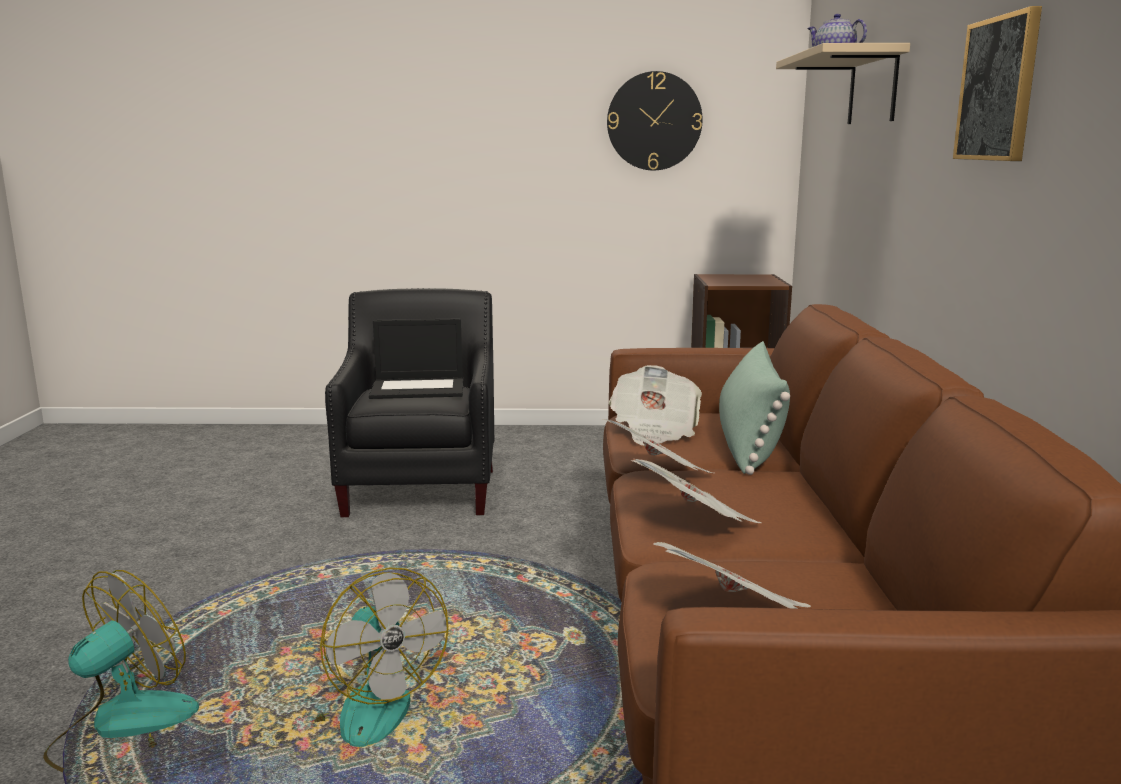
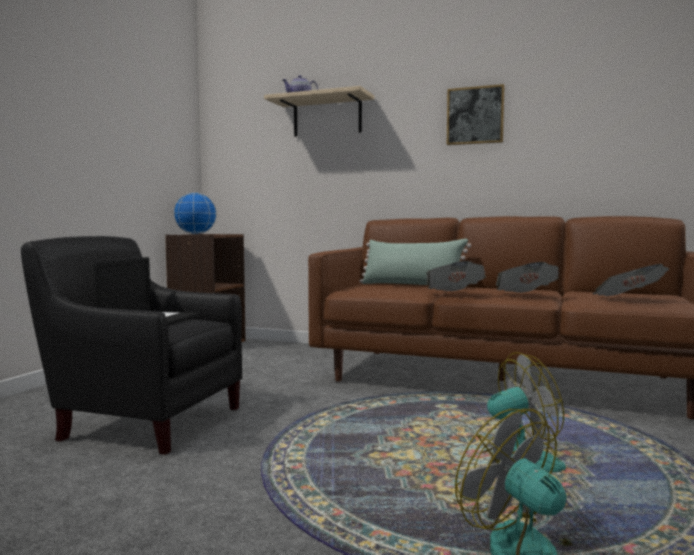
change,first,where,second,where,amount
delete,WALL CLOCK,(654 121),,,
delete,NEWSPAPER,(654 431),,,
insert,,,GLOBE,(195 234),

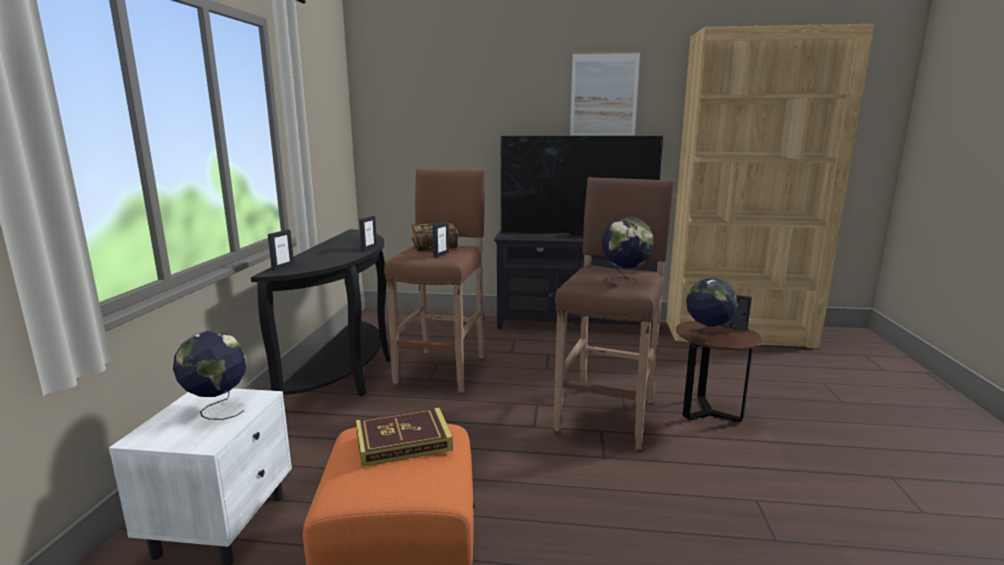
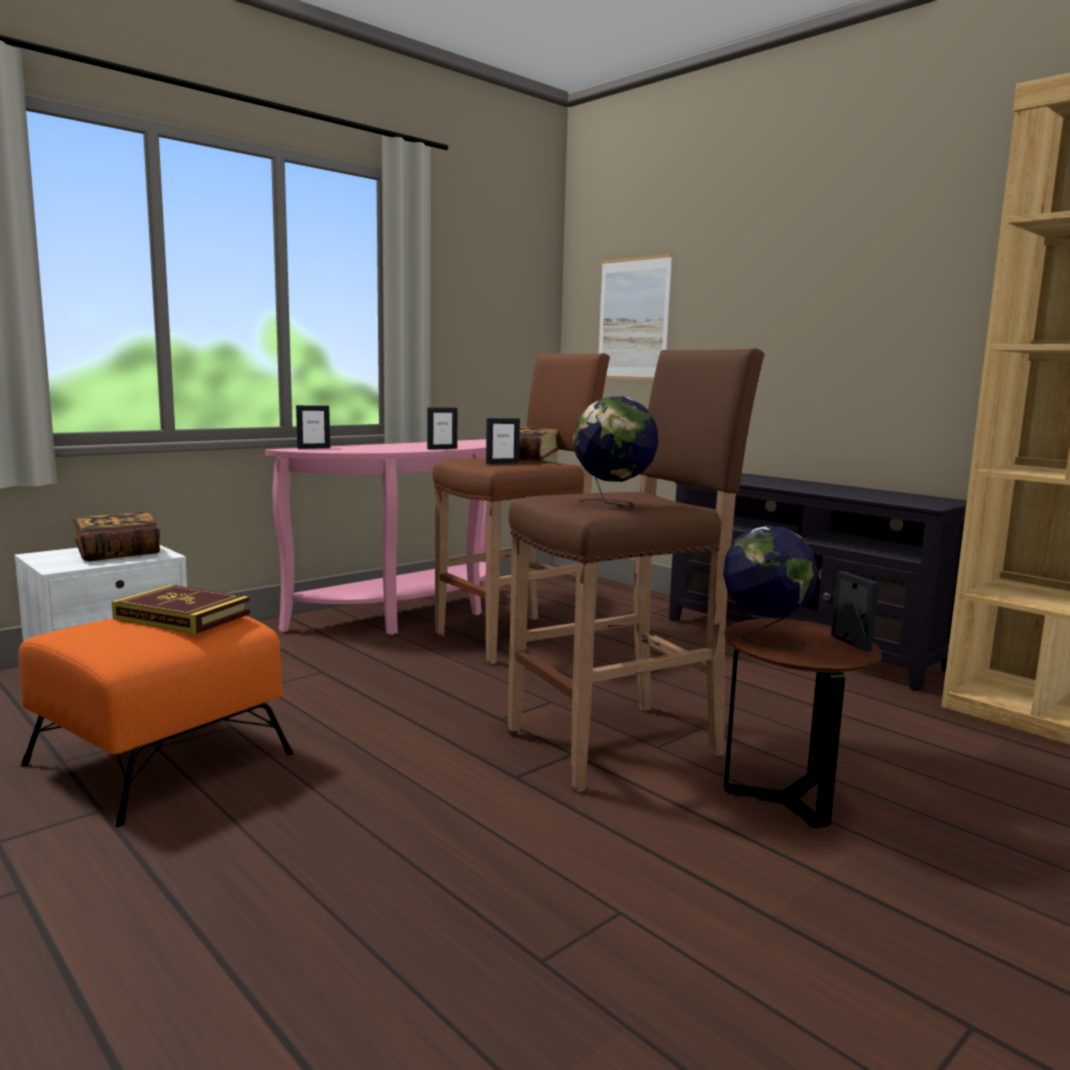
change,first,where,second,where,amount
move,PICTURE,(603 97),,(633 319),
delete,TELEVISION,(577 236),,,
recolor,BLACK CONSOLE TABLE,(347 375),PINK CONSOLE TABLE,(412 615),
replace,GLOBE,(217 409),BOOK,(118 554),

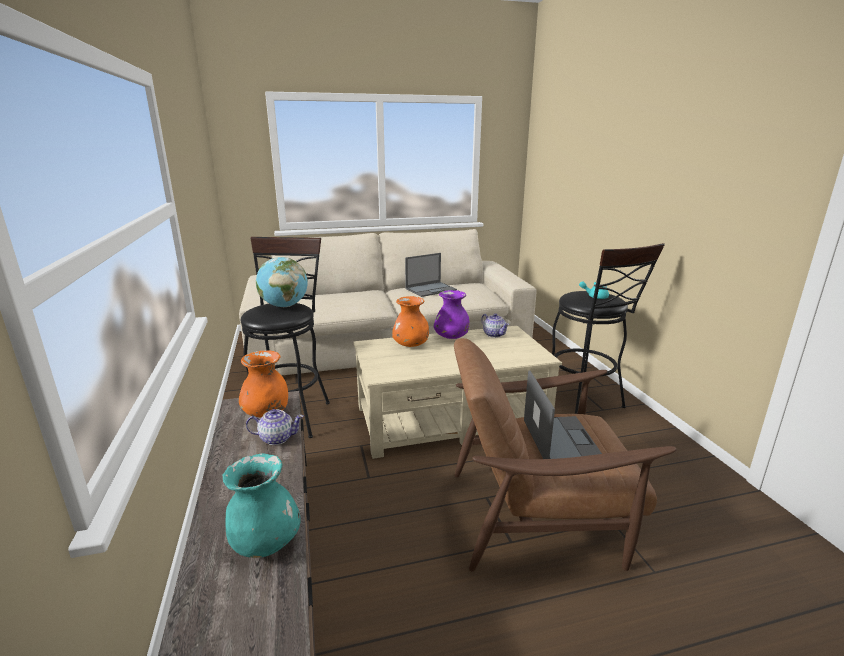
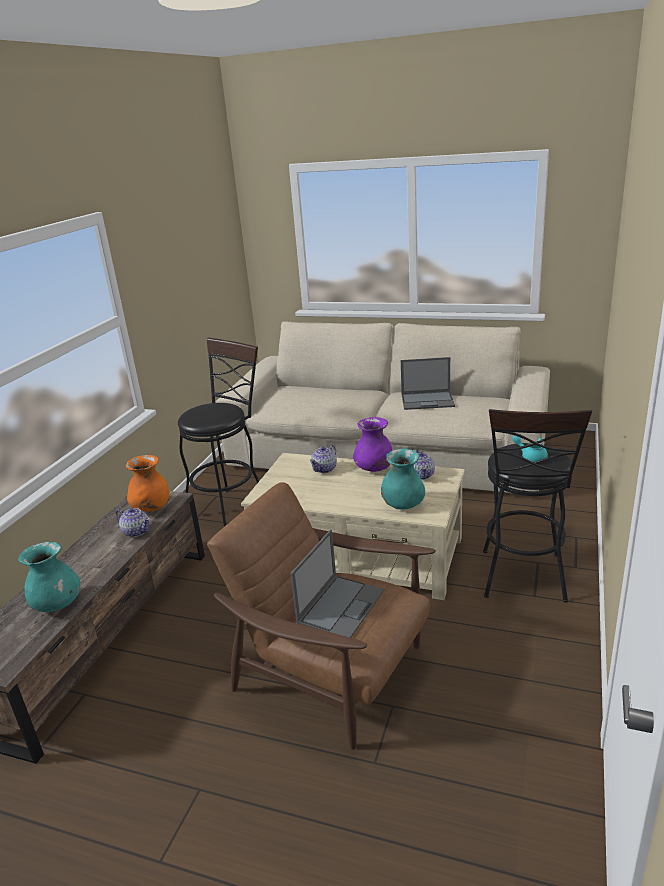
change,first,where,second,where,amount
delete,GLOBE,(284 306),,,
replace,ORANGE VASE,(410 345),TEAPOT,(325 469),
insert,,,TURQUOISE VASE,(403 504),

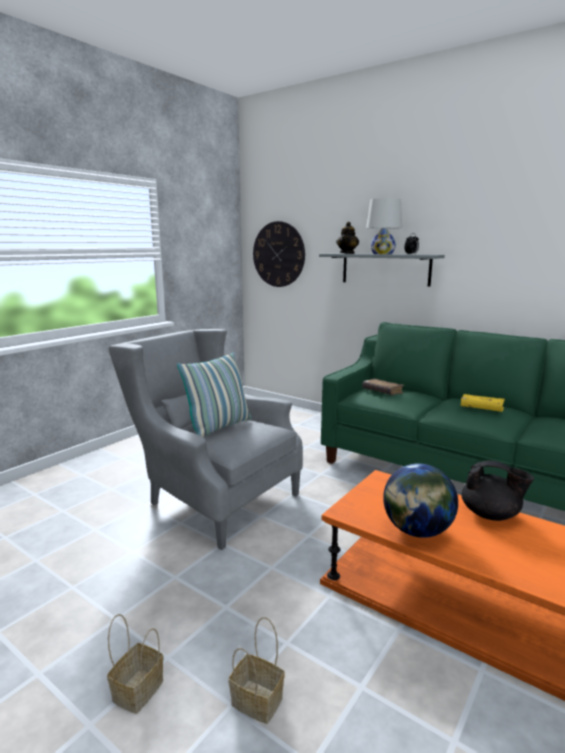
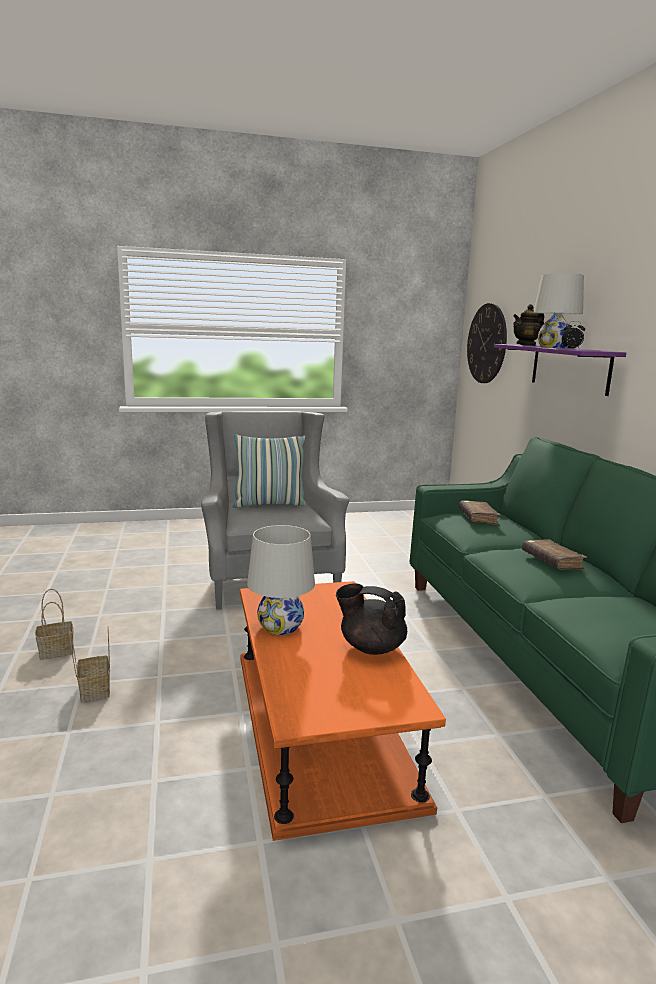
change,first,where,second,where,amount
recolor,GREY SHELF,(385 269),PURPLE SHELF,(569 368),
recolor,YELLOW BOOK,(481 408),BROWN BOOK,(552 562),
rotate,BLACK TEAPOT,(491 515),,(371 647),135 degrees clockwise
replace,GLOBE,(417 531),WHITE TABLE LAMP,(280 626),

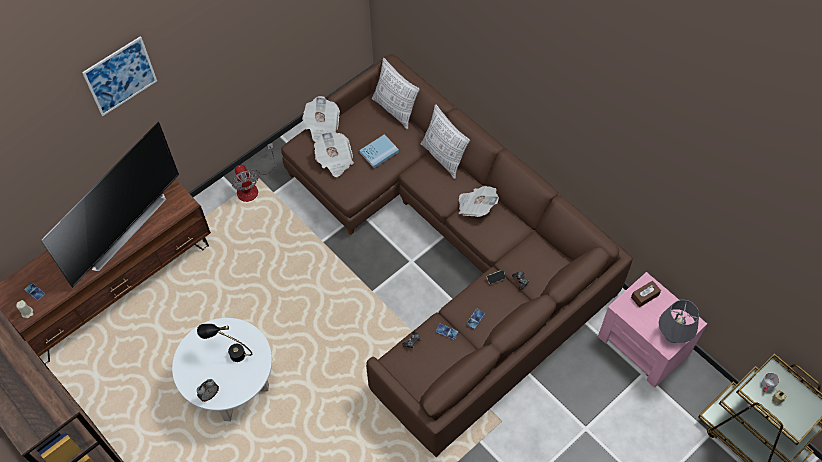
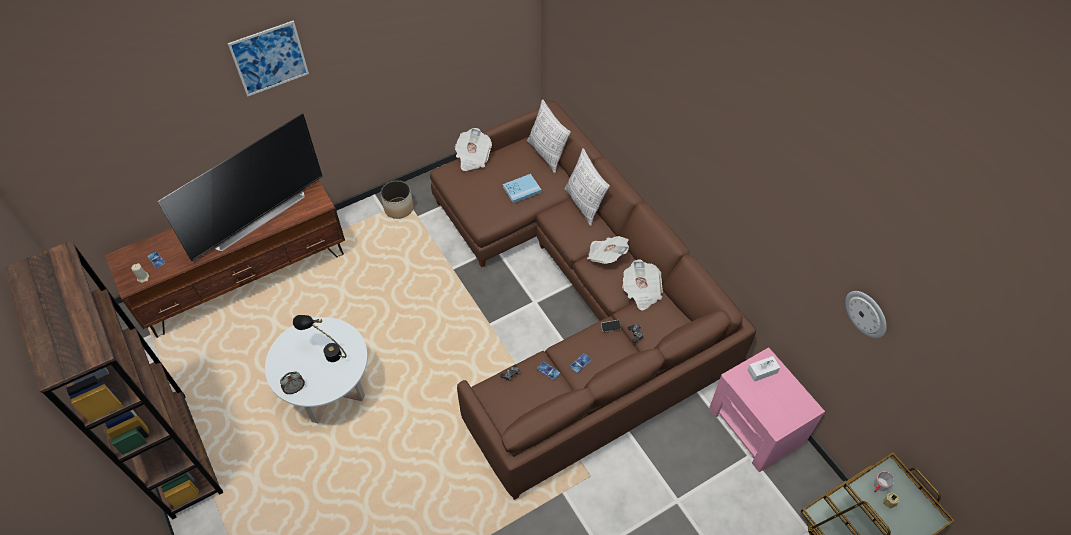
change,first,where,second,where,amount
move,NEWSPAPER,(334 160),,(641 292),
replace,FAN,(252 186),PLANTER,(399 208),
recolor,BROWN TISSUE BOX,(644 296),WHITE TISSUE BOX,(762 371),
delete,GREY TABLE LAMP,(672 337),,,
insert,,,WALL CLOCK,(867 313),

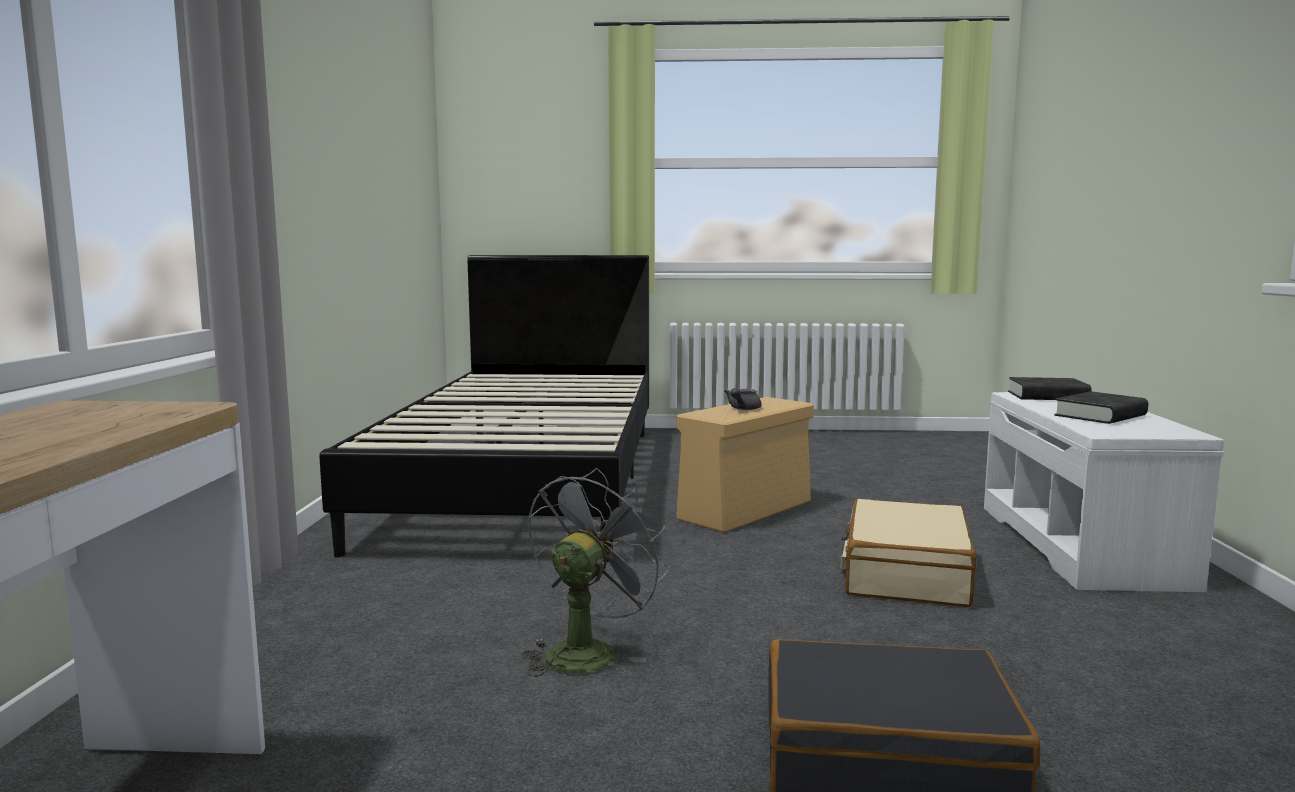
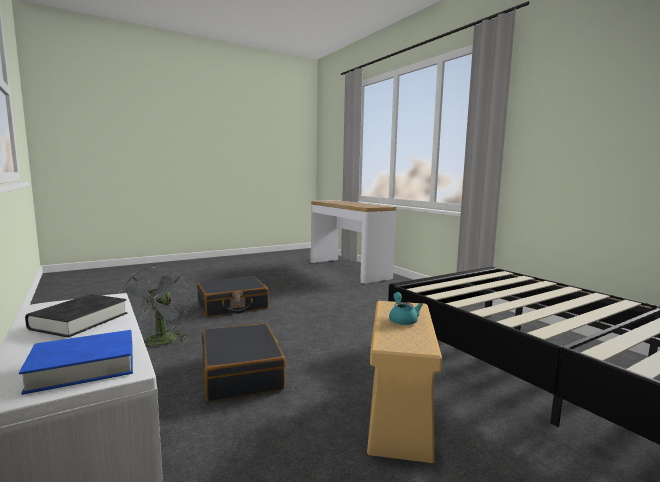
change,first,where,second,where,amount
recolor,BLACK BOOK,(1047 396),BLUE BOOK,(84 367),
recolor,GREY TEAPOT,(742 409),TURQUOISE TEAPOT,(402 319),
move,GREY FAN,(587 651),,(160 343),
recolor,BEIGE SUITCASE,(905 574),BLACK SUITCASE,(242 373),

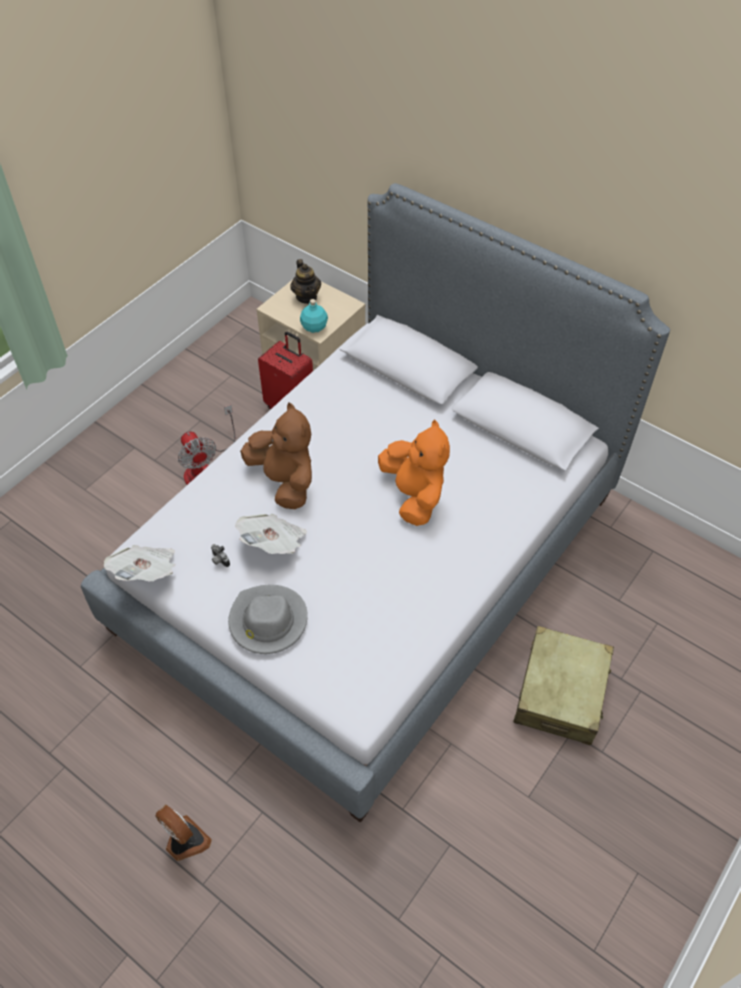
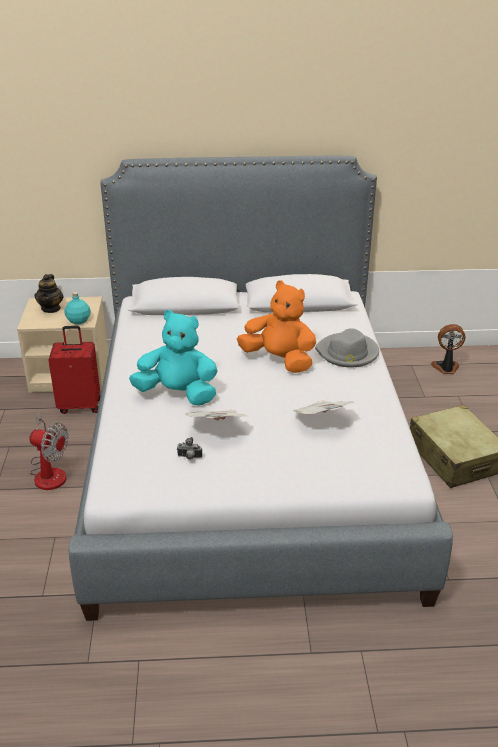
change,first,where,second,where,amount
rotate,TEAPOT,(306 297),,(51 308),60 degrees clockwise
recolor,BROWN PLUSH TOY,(284 481),TURQUOISE PLUSH TOY,(178 394),
move,NEWSPAPER,(146 572),,(322 420),
move,GREY HAT,(267 621),,(347 353),
move,FAN,(185 841),,(446 368),

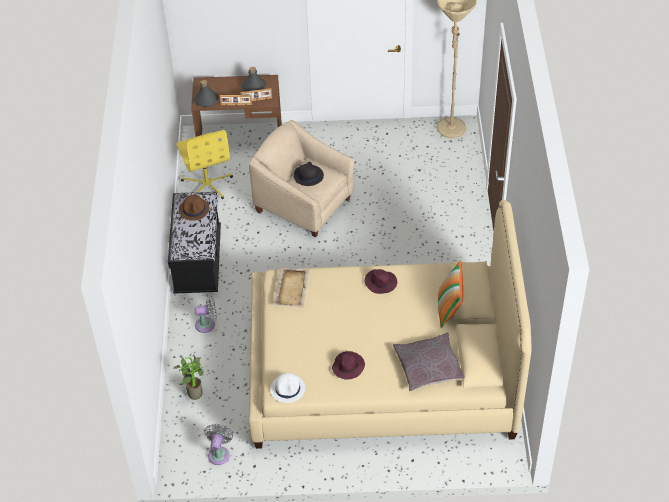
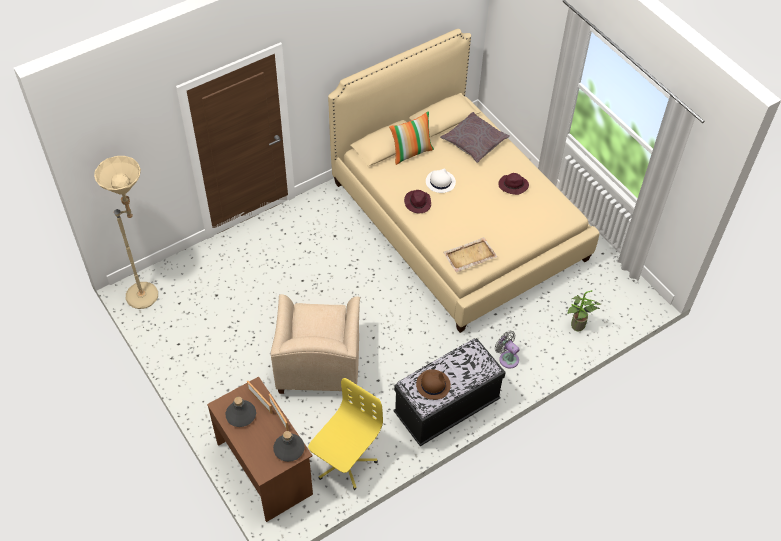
change,first,where,second,where,amount
delete,BLACK HAT,(308 176),,,
move,WHITE HAT,(288 389),,(440 182),
delete,GREY FAN,(219 453),,,

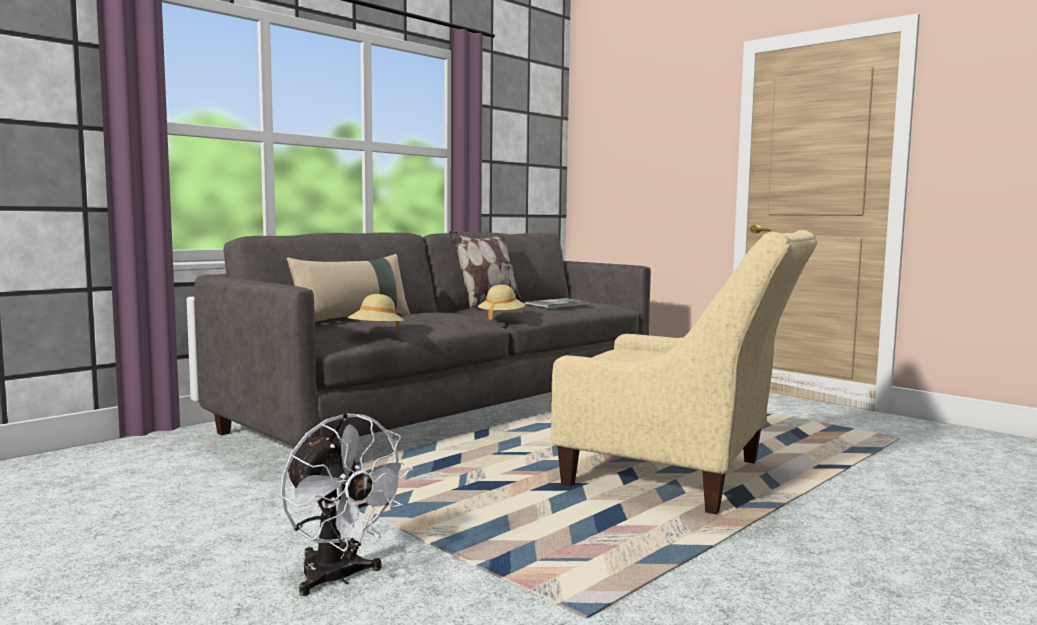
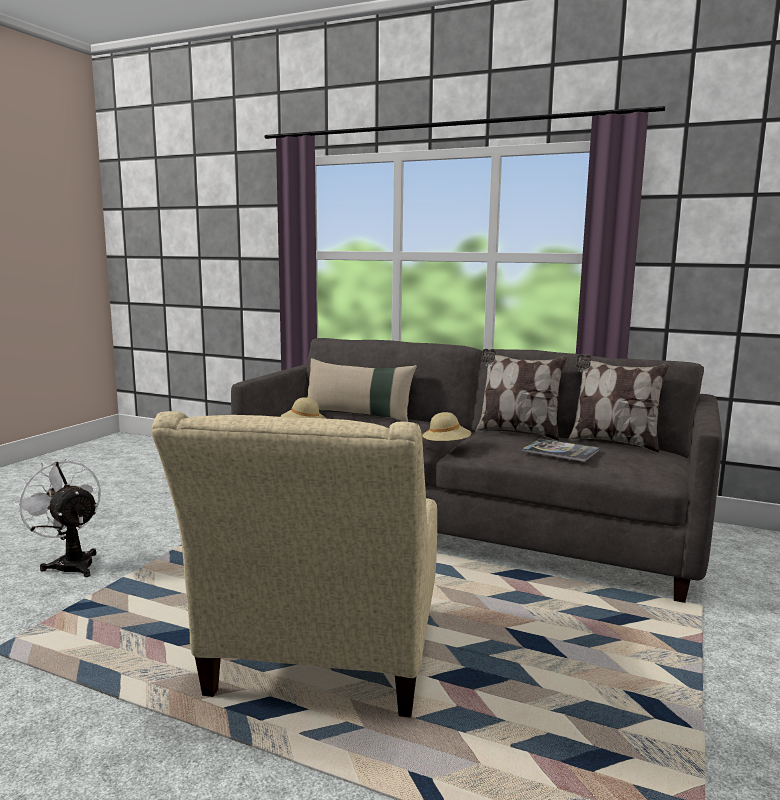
change,first,where,second,where,amount
rotate,WHITE FAN,(338 578),,(70 563),105 degrees clockwise
insert,,,PILLOW,(613 443),

